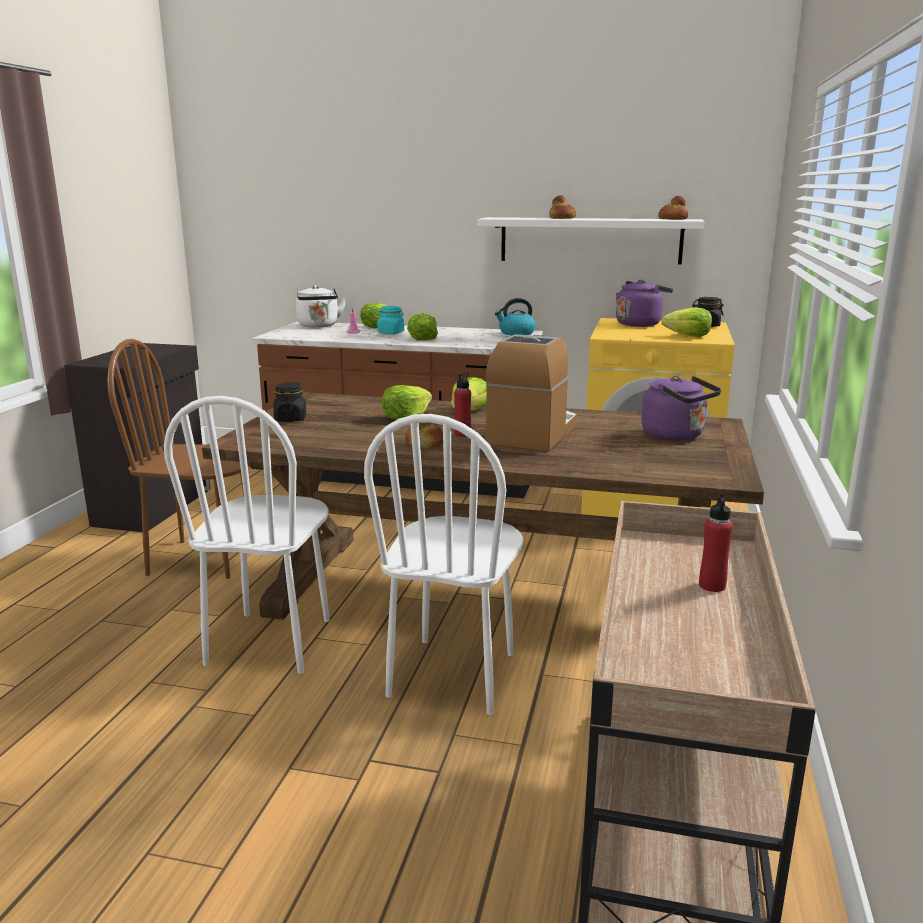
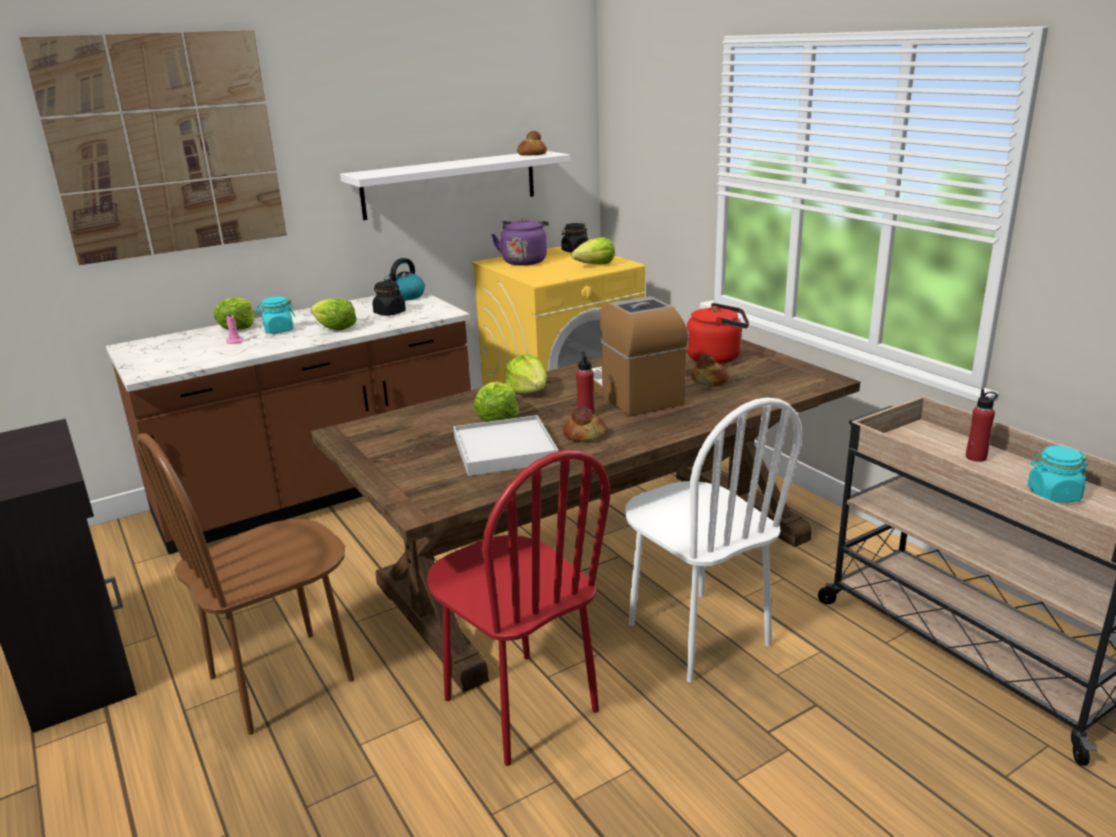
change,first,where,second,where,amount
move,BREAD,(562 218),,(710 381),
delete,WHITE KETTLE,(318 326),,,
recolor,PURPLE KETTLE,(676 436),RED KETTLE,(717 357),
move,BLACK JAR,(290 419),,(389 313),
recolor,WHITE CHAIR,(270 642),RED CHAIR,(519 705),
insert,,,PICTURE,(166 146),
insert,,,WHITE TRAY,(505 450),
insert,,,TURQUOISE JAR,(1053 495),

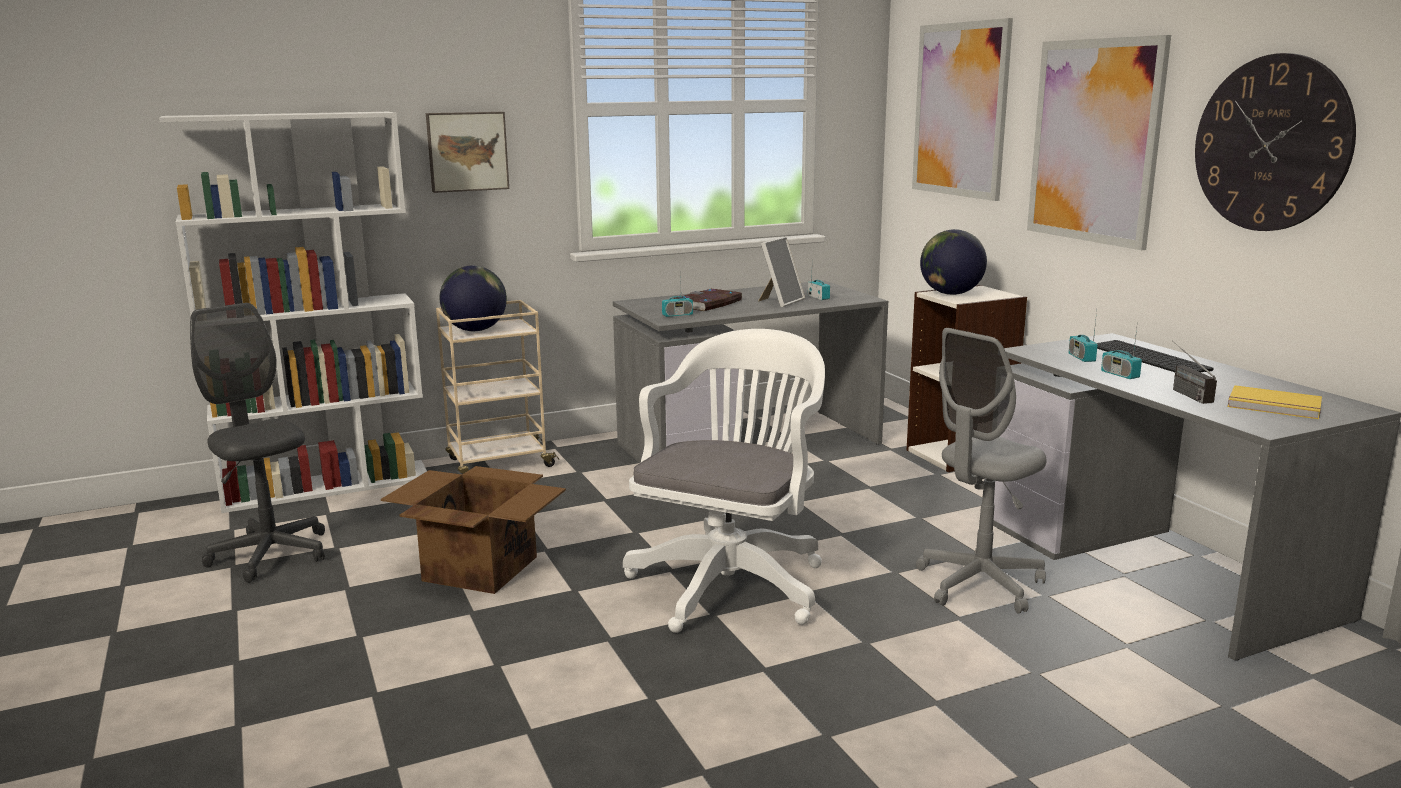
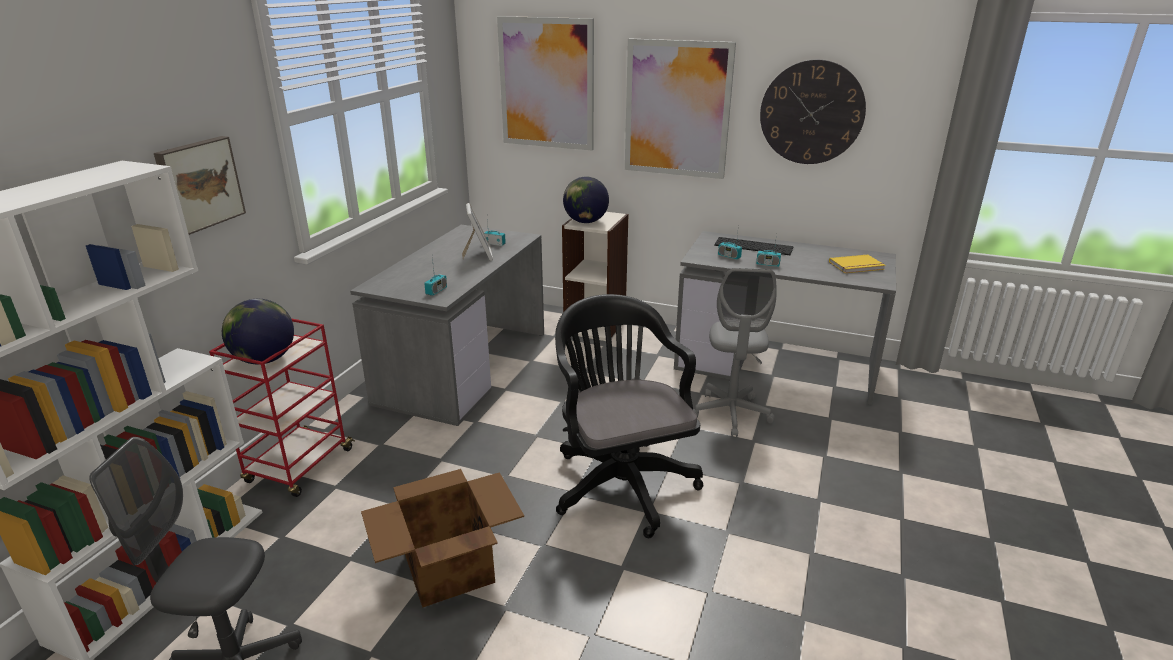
change,first,where,second,where,amount
delete,BOOK,(708 304),,,
recolor,BEIGE CART,(498 463),RED CART,(299 467),
recolor,WHITE OFFICE CHAIR,(732 581),BLACK OFFICE CHAIR,(620 481),
delete,RADIO,(1183 392),,,

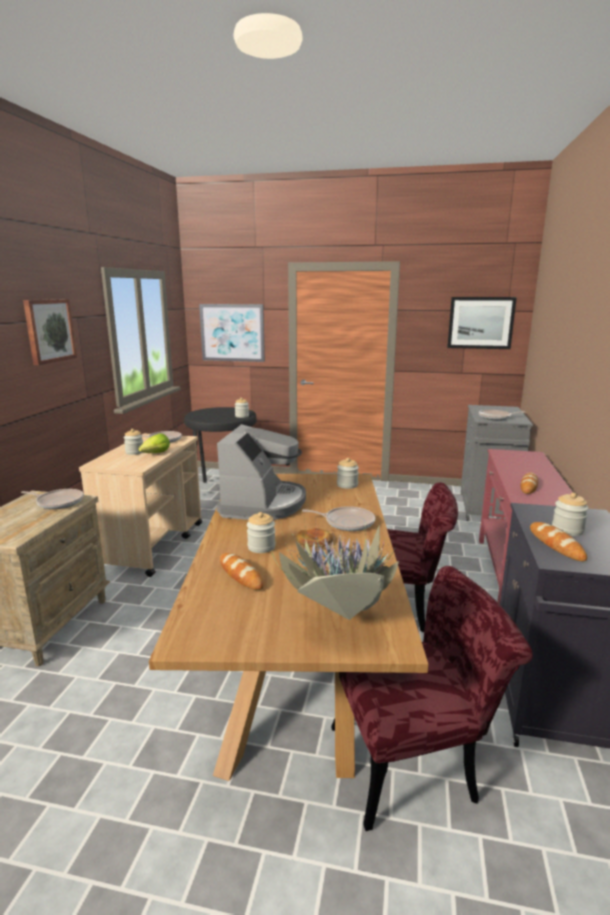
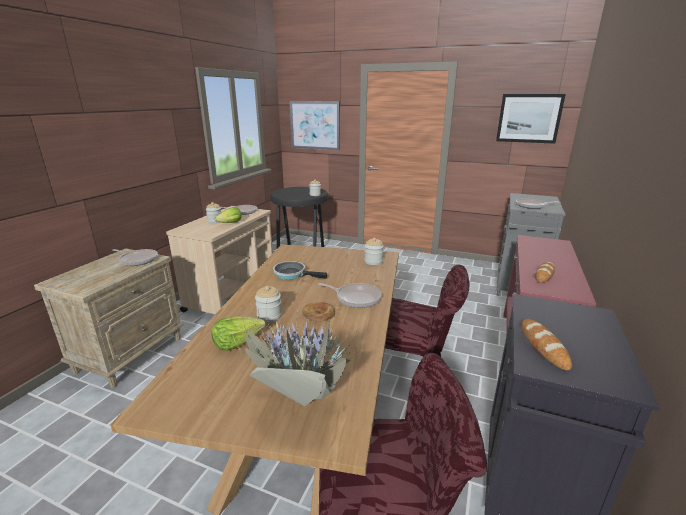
change,first,where,second,where,amount
delete,PICTURE,(49 330),,,
replace,COFFEE MACHINE,(263 504),FRYING PAN,(292 274),
delete,JAR,(567 530),,,
replace,BREAD,(241 574),LETTUCE,(237 342),

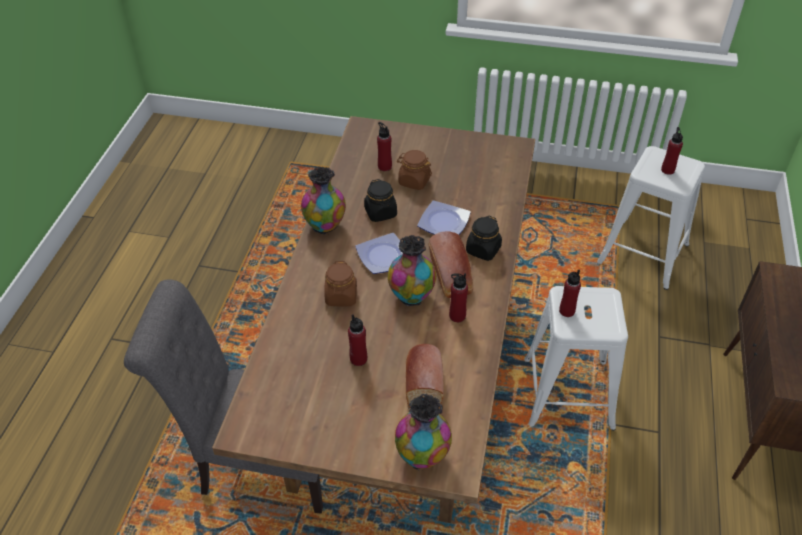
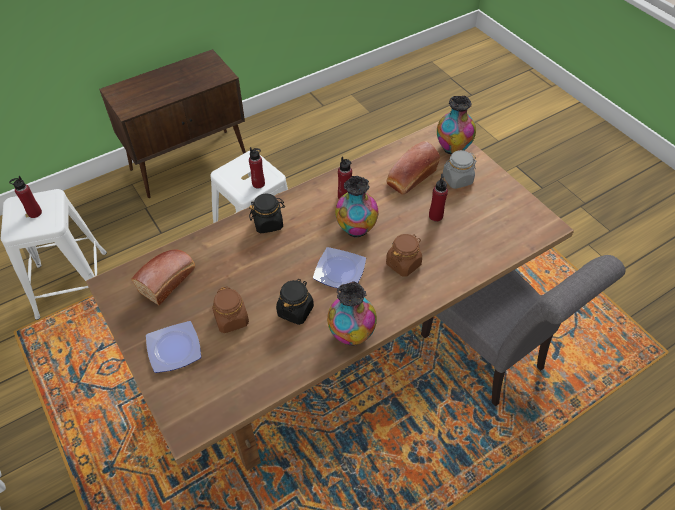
change,first,where,second,where,amount
delete,RED BOTTLE,(384 166),,,
move,PLATE,(442 223),,(175 349),
move,BREAD,(451 277),,(169 280),
insert,,,GREY JAR,(457 179),

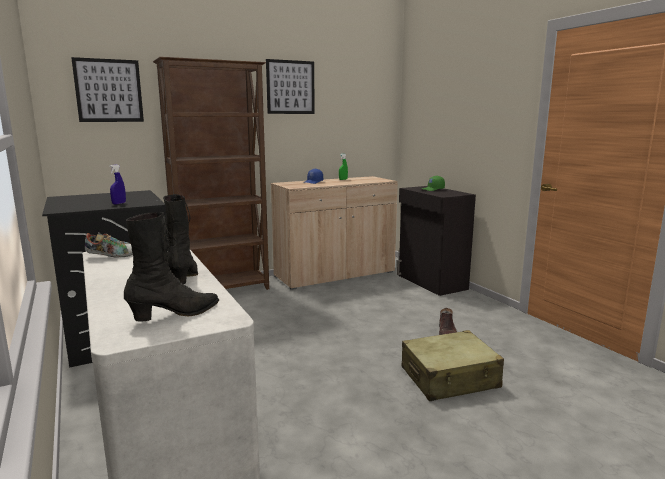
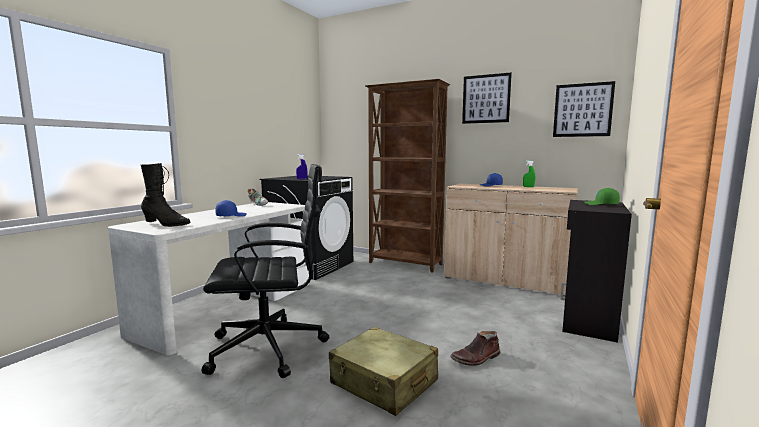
change,first,where,second,where,amount
move,PICTURE,(109 90),,(582 110),
replace,BLACK BOOT,(184 278),BLUE CAP,(231 216),
insert,,,BLACK OFFICE CHAIR,(271 347),

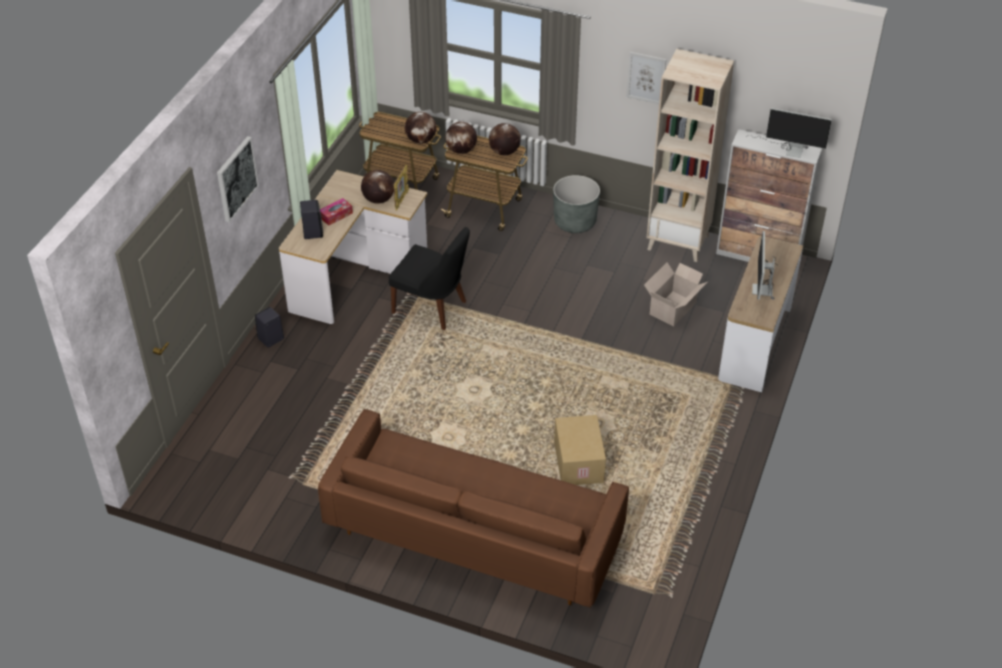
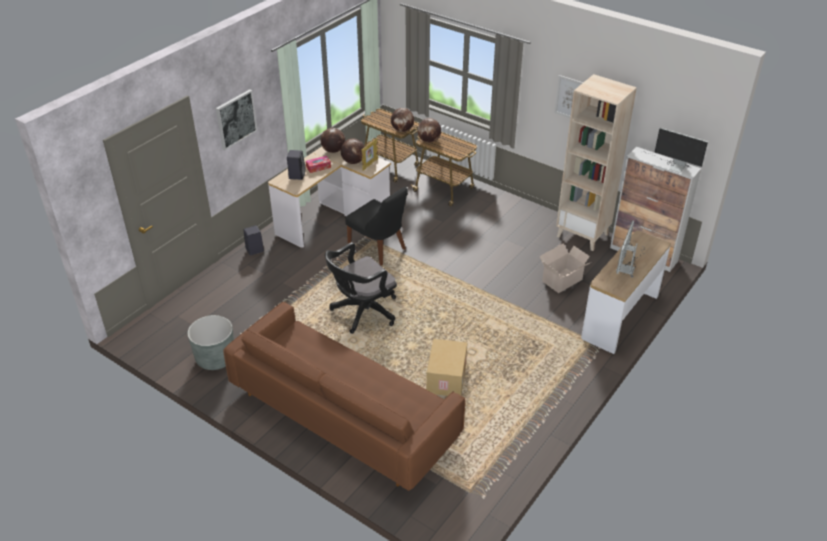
change,first,where,second,where,amount
move,GLOBE,(504 152),,(333 151),
move,GREY PLANTER,(575 222),,(215 358),
insert,,,BLACK OFFICE CHAIR,(362 312),

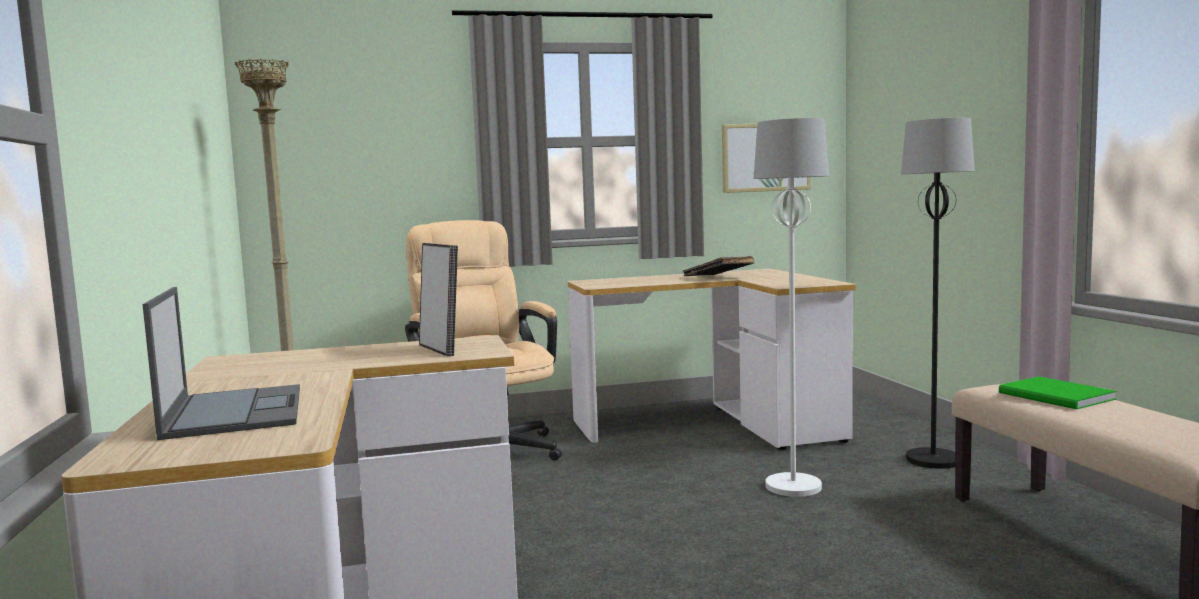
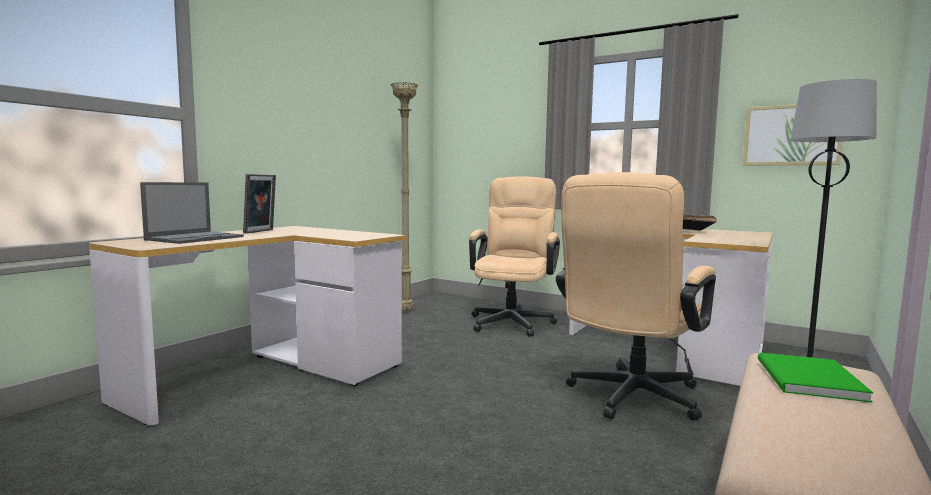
change,first,where,second,where,amount
replace,WHITE FLOOR LAMP,(793 487),BEIGE OFFICE CHAIR,(629 399),
move,PICTURE FRAME,(440 350),,(261 231),

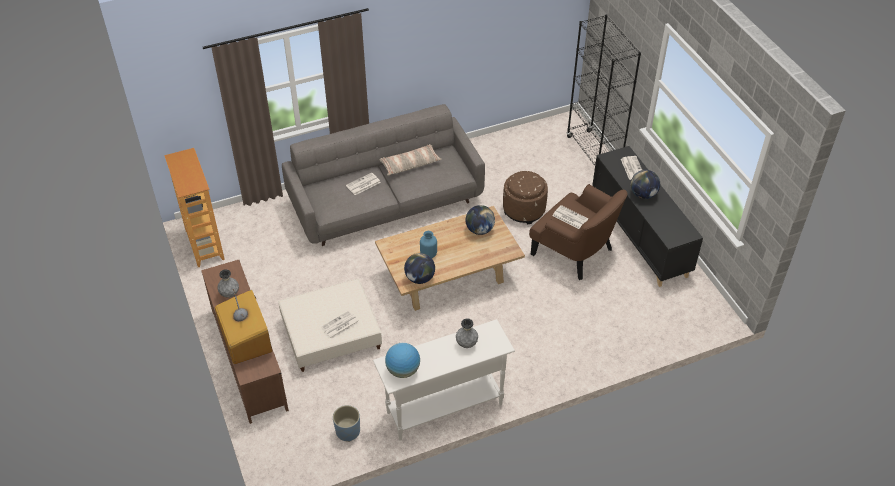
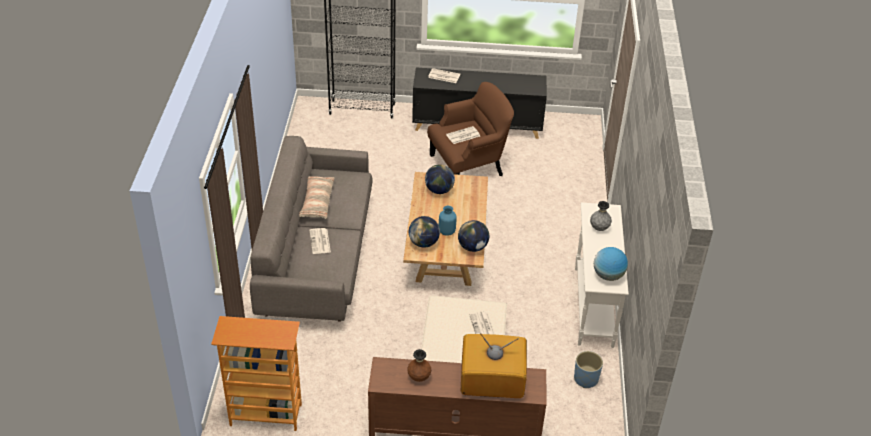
change,first,where,second,where,amount
move,GLOBE,(643 194),,(423 243),
delete,BROWN OTTOMAN,(524 210),,,
recolor,GREY VASE,(229 294),BROWN VASE,(419 377),

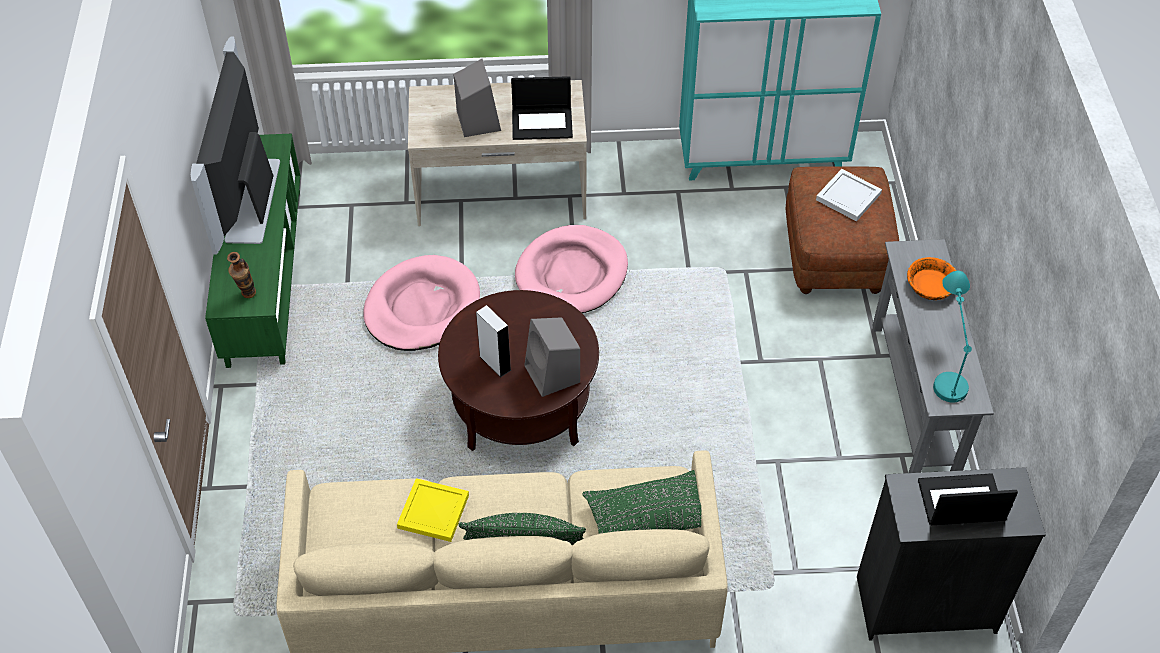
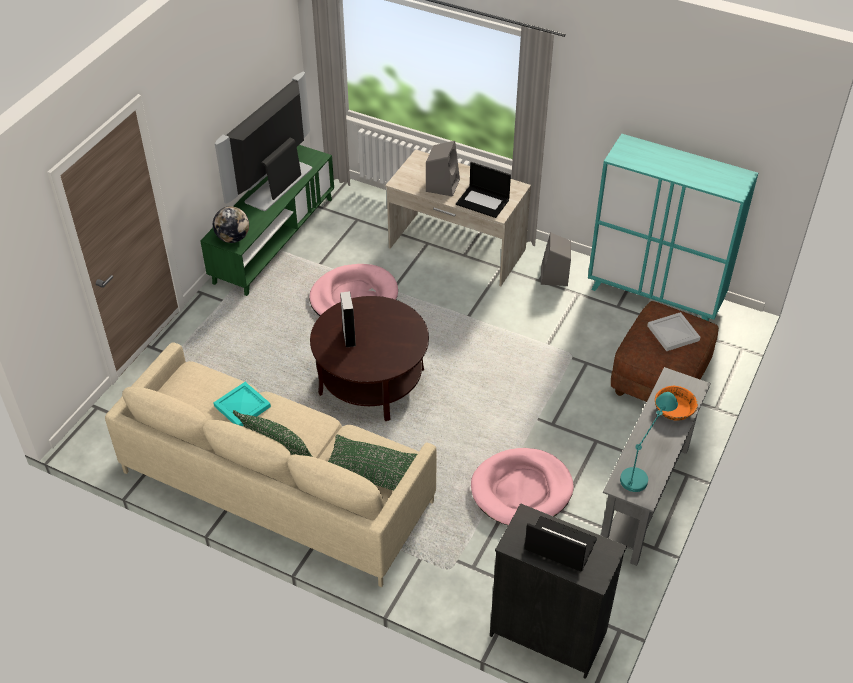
change,first,where,second,where,amount
move,PINK DOG BED,(572 274),,(521 490),
replace,VASE,(247 297),GLOBE,(233 238),
move,GREY SPEAKER,(553 375),,(554 276),
recolor,YELLOW TRAY,(432 512),TURQUOISE TRAY,(241 406),

